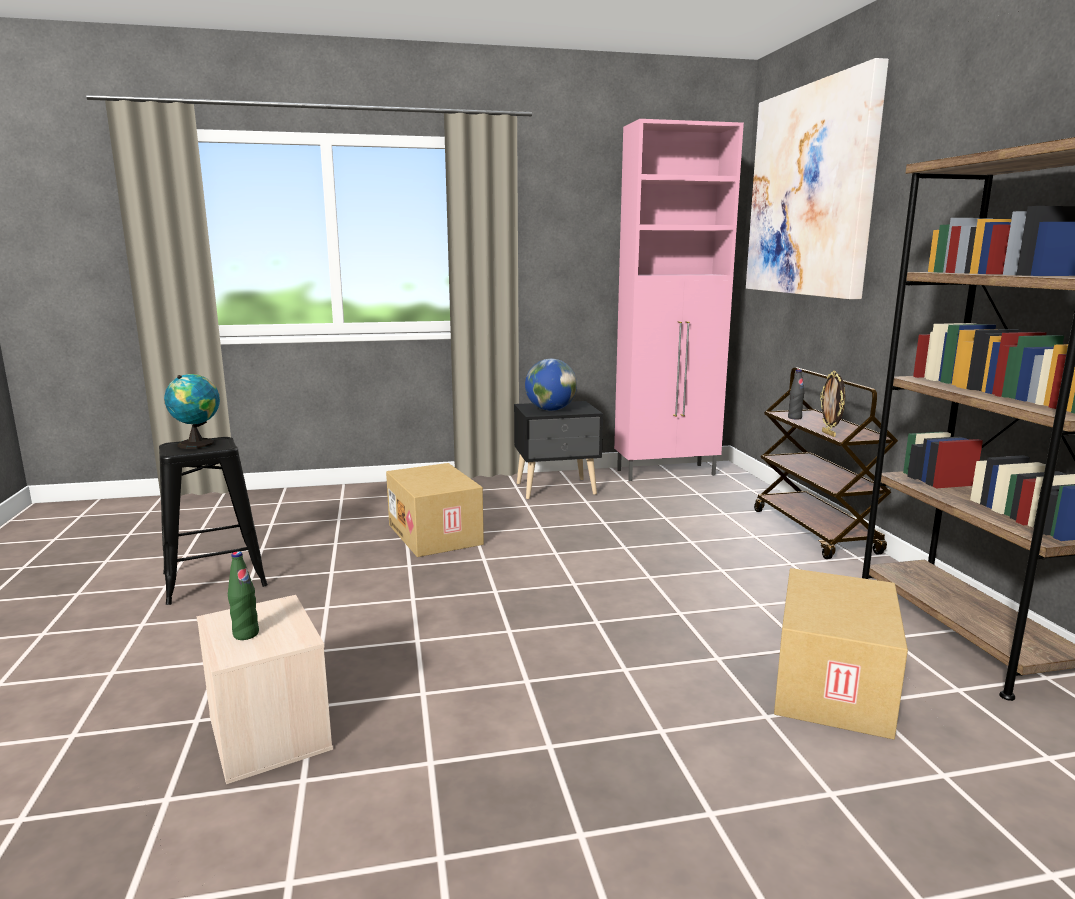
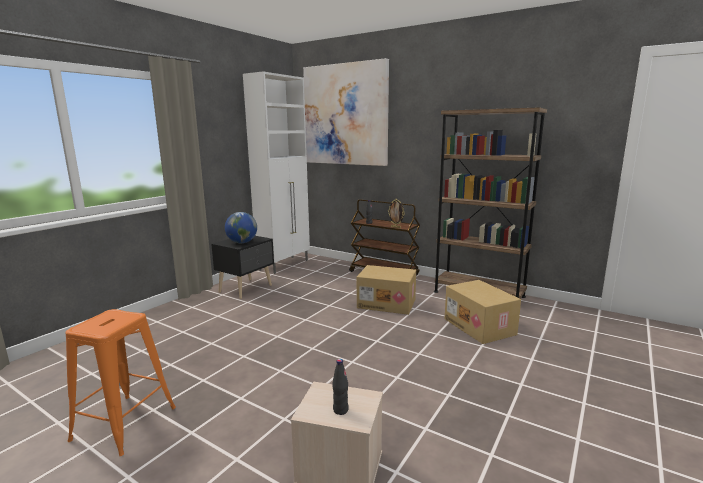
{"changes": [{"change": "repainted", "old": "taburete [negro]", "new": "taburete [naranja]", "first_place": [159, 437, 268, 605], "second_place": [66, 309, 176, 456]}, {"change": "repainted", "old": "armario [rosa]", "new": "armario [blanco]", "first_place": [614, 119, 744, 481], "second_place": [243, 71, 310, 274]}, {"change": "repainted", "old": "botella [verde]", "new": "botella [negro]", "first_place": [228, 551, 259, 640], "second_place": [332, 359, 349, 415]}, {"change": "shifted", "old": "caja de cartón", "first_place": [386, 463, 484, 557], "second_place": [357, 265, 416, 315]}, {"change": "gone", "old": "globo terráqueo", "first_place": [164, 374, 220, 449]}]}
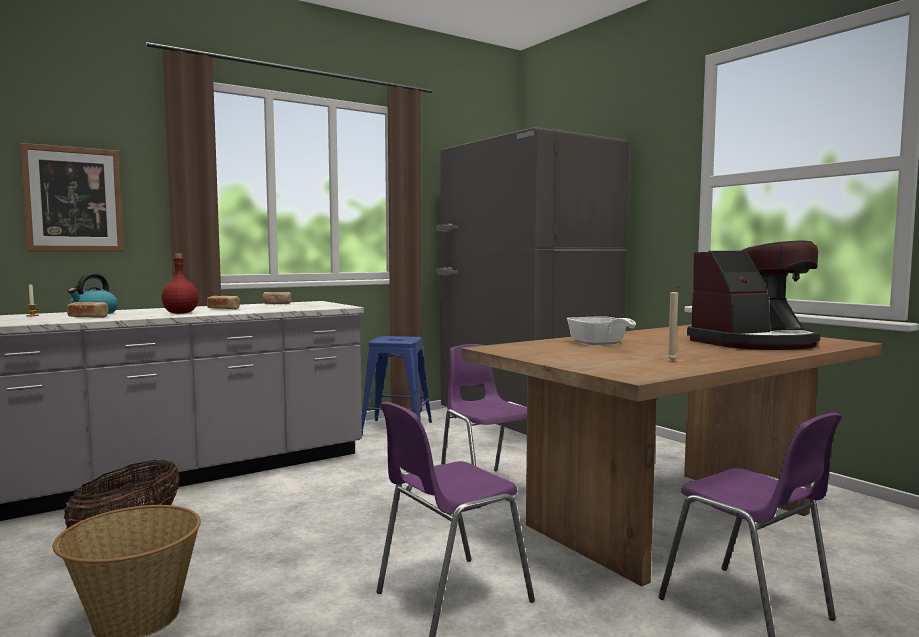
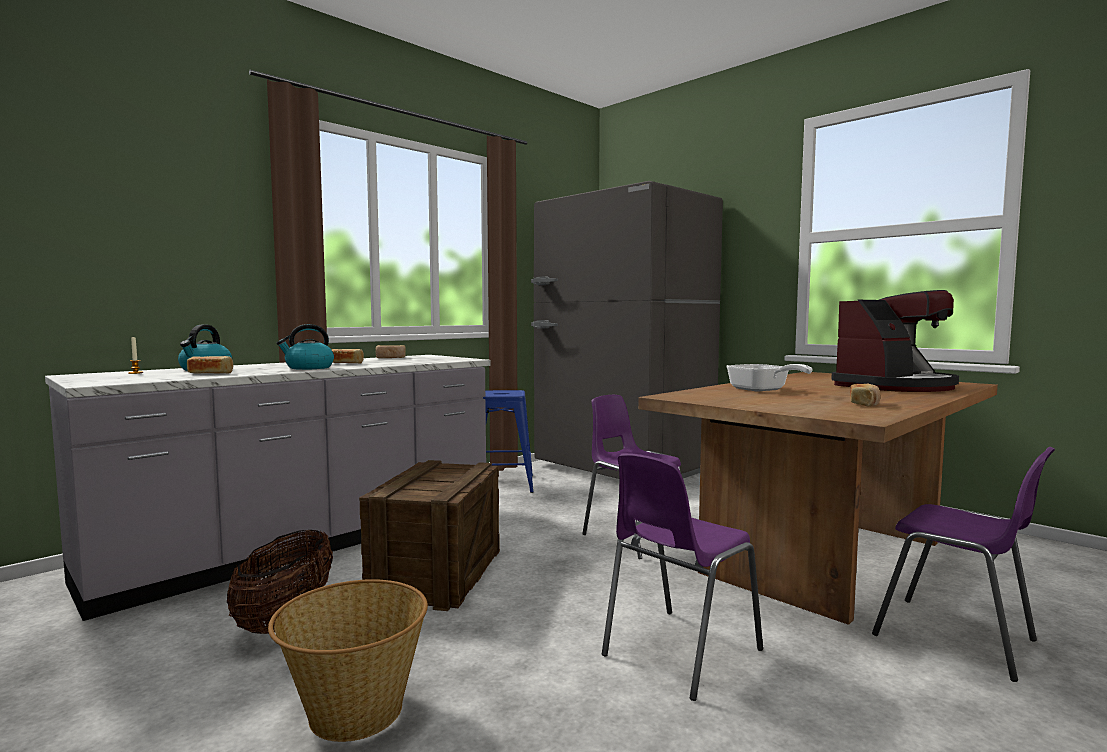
{"changes": [{"change": "swapped", "old": "botella [rojo]", "new": "hervidor", "first_place": [161, 253, 199, 314], "second_place": [277, 324, 334, 370]}, {"change": "new", "new": "caja de embalaje", "second_place": [359, 460, 500, 611]}, {"change": "swapped", "old": "vela [beis]", "new": "pan", "first_place": [667, 285, 683, 361], "second_place": [850, 384, 880, 407]}, {"change": "gone", "old": "cuadro", "first_place": [20, 143, 124, 251]}]}
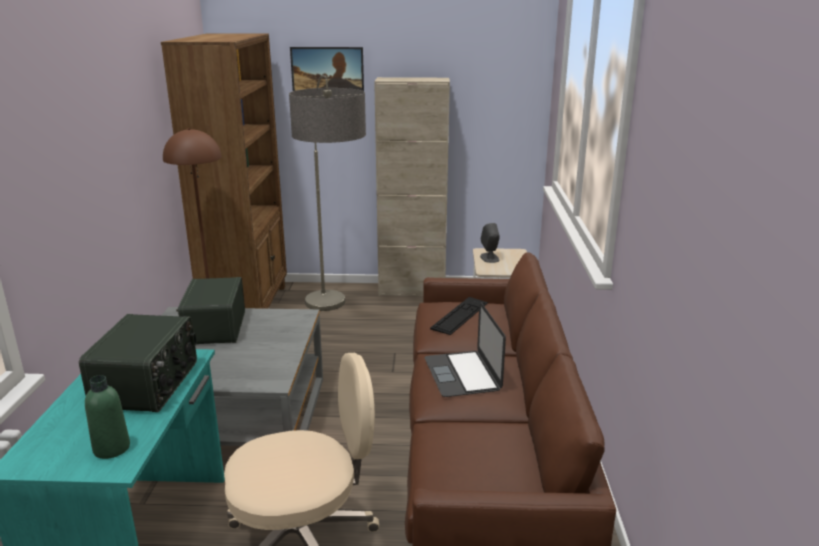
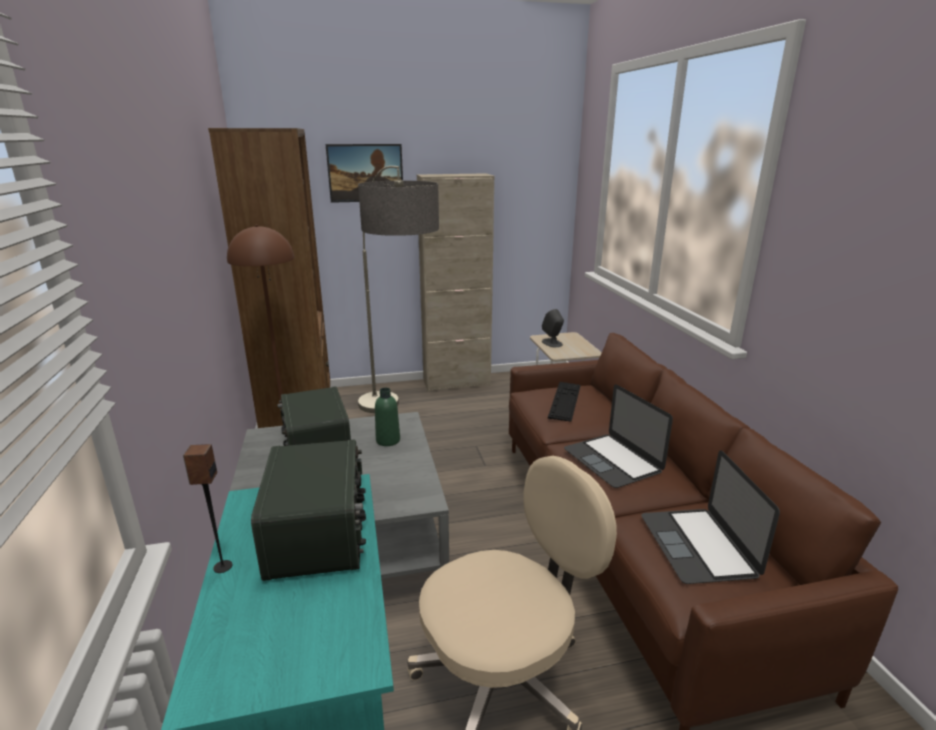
{"changes": [{"change": "new", "new": "altavoz", "second_place": [183, 444, 232, 573]}, {"change": "shifted", "old": "botella [verde]", "first_place": [85, 375, 130, 459], "second_place": [375, 388, 400, 446]}, {"change": "new", "new": "portátil", "second_place": [641, 450, 780, 584]}]}
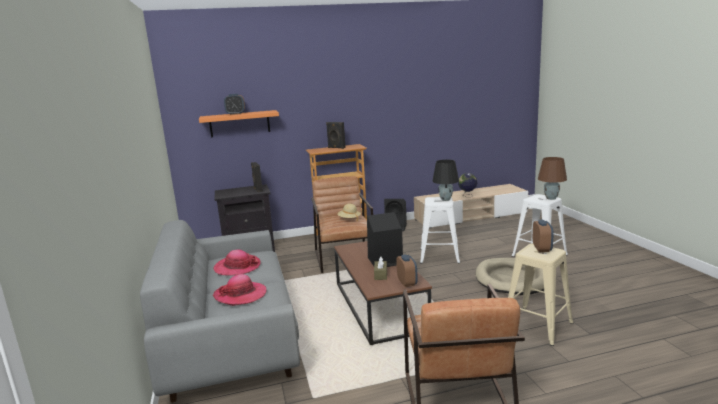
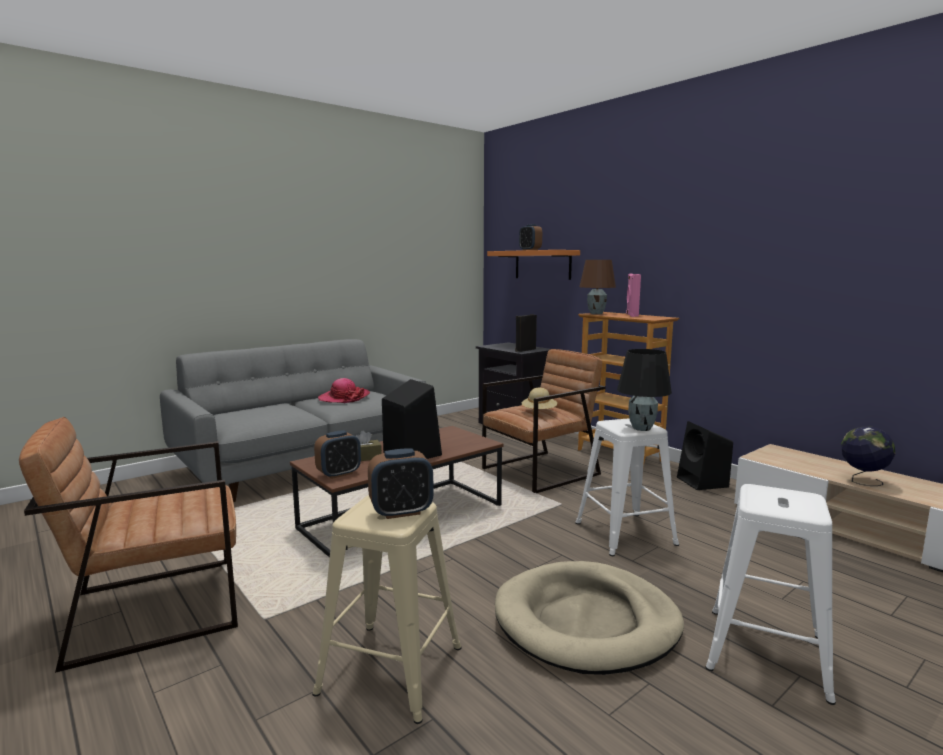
{"changes": [{"change": "shifted", "old": "lámpara de mesa [marrón]", "first_place": [538, 157, 567, 200], "second_place": [579, 260, 616, 314]}, {"change": "repainted", "old": "altavoz [negro]", "new": "altavoz [rosa]", "first_place": [326, 122, 346, 149], "second_place": [626, 274, 641, 317]}, {"change": "gone", "old": "sombrero", "first_place": [213, 274, 267, 306]}]}
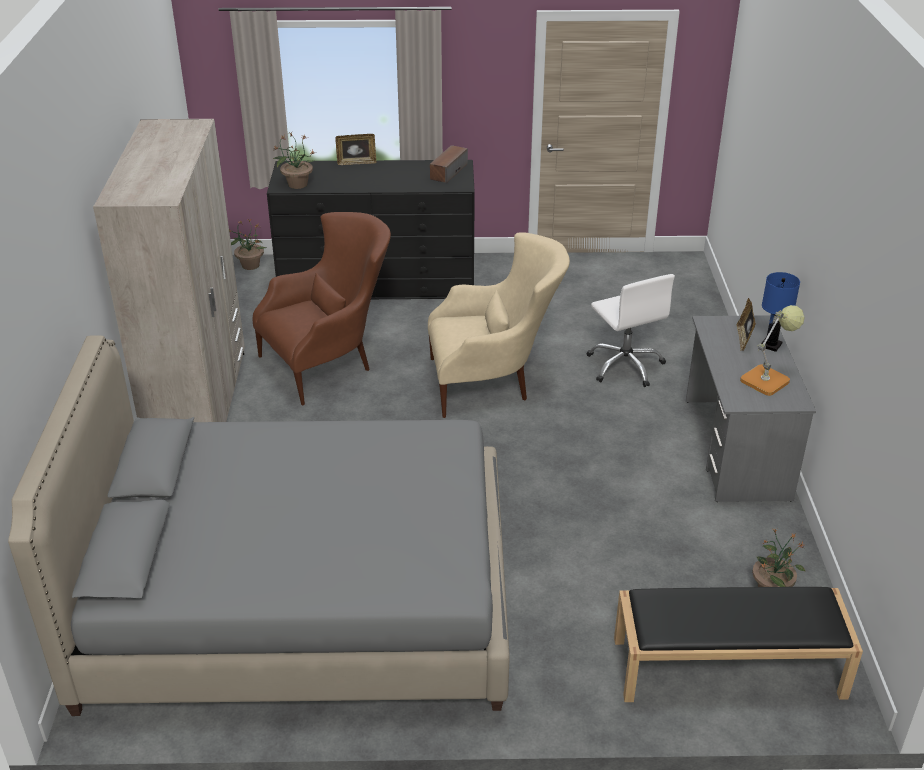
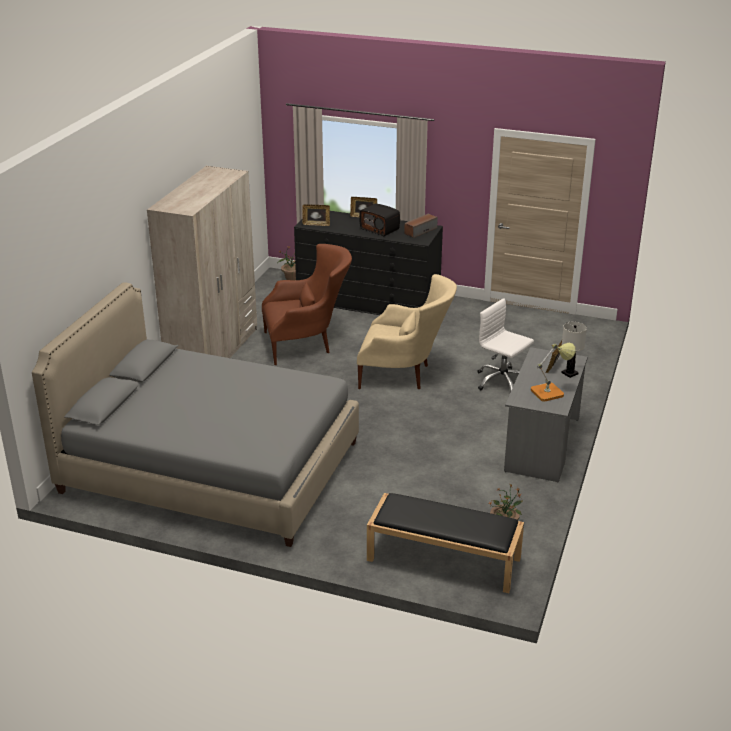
{"changes": [{"change": "swapped", "old": "planta en maceta", "new": "portarretratos", "first_place": [273, 132, 317, 189], "second_place": [302, 205, 330, 226]}, {"change": "new", "new": "radio", "second_place": [359, 203, 400, 237]}, {"change": "rotated", "old": "silla de oficina [blanco]", "first_place": [586, 274, 675, 387], "second_place": [477, 298, 534, 393], "degrees": 135}, {"change": "repainted", "old": "lámpara de mesa [azul]", "new": "lámpara de mesa [blanco]", "first_place": [761, 272, 800, 352], "second_place": [562, 322, 587, 378]}]}
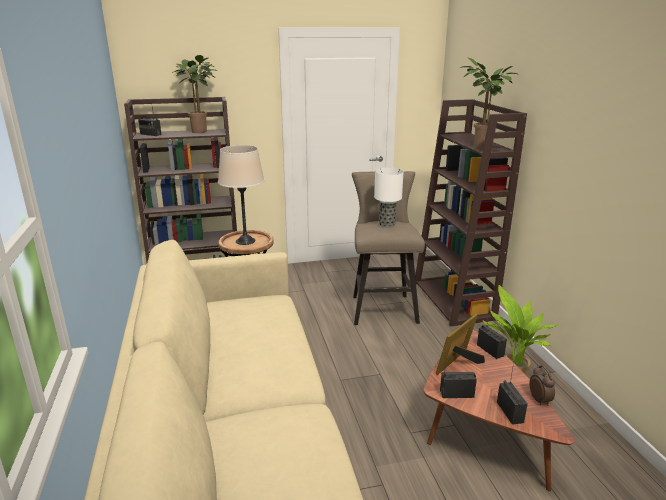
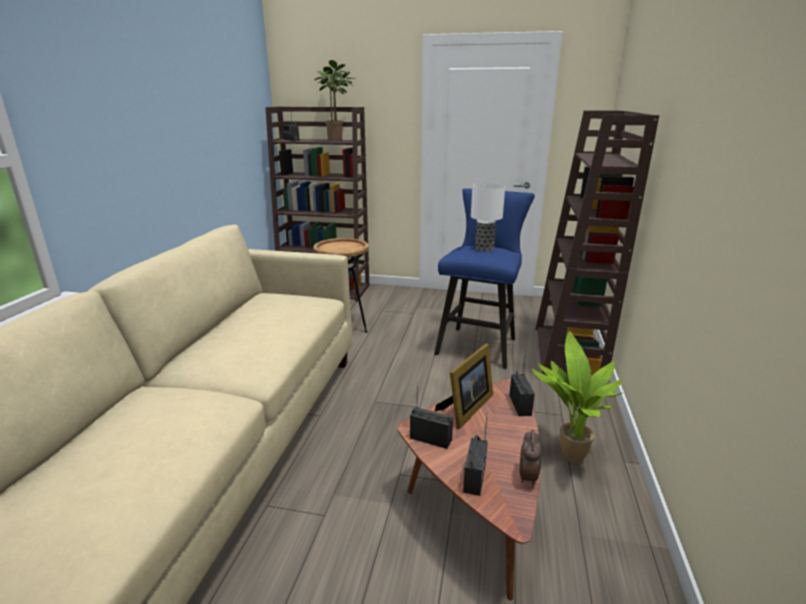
{"changes": [{"change": "repainted", "old": "taburete [beis]", "new": "taburete [azul]", "first_place": [352, 171, 425, 325], "second_place": [434, 188, 535, 369]}, {"change": "rotated", "old": "portarretratos", "first_place": [436, 313, 485, 375], "second_place": [435, 343, 493, 429], "degrees": 150}, {"change": "gone", "old": "lámpara de mesa [beis]", "first_place": [218, 145, 265, 245]}, {"change": "gone", "old": "planta en maceta", "first_place": [459, 57, 517, 148]}]}
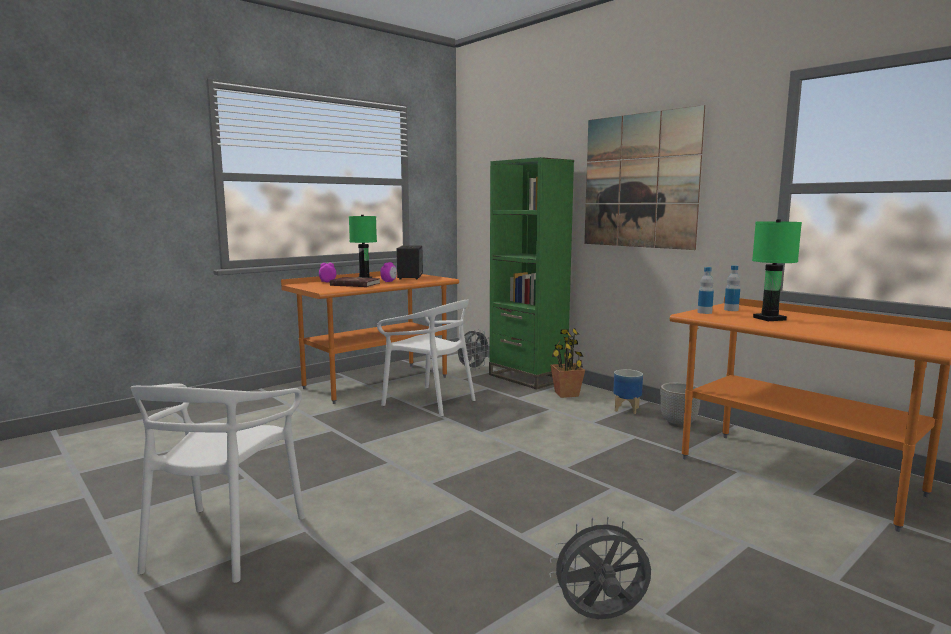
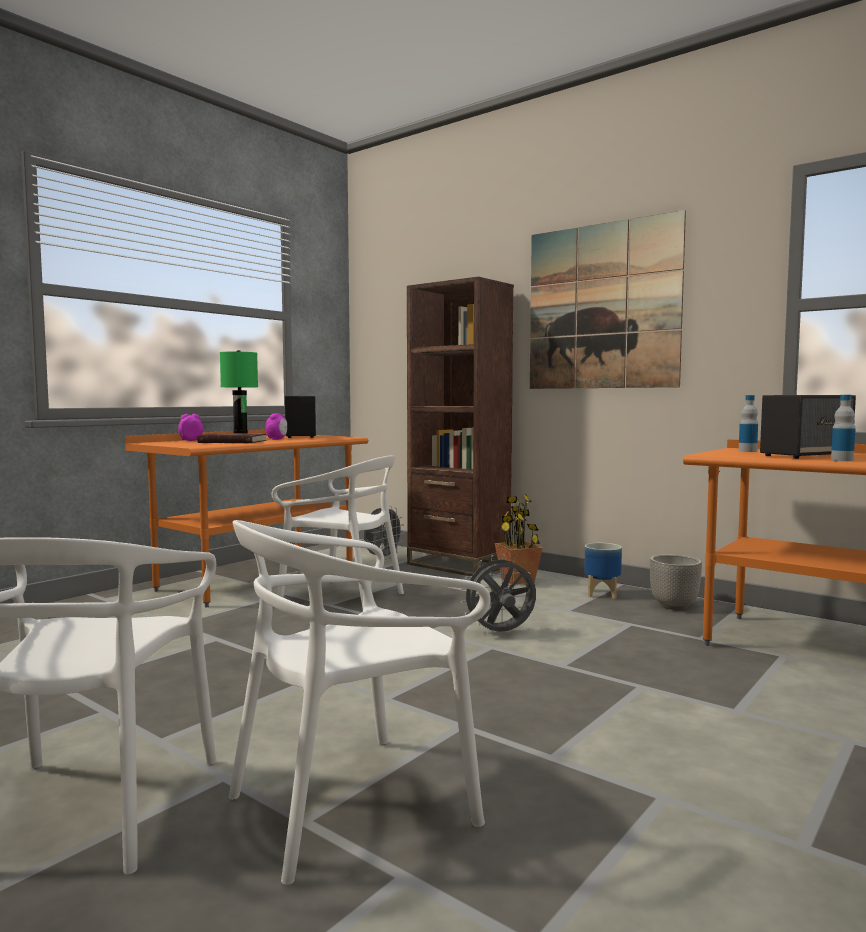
{"changes": [{"change": "new", "new": "silla [blanco]", "second_place": [229, 520, 491, 885]}, {"change": "repainted", "old": "estantería [verde]", "new": "estantería [marrón]", "first_place": [489, 157, 574, 390], "second_place": [407, 277, 514, 576]}, {"change": "shifted", "old": "ventilador [gris]", "first_place": [549, 517, 651, 619], "second_place": [461, 554, 536, 632]}, {"change": "swapped", "old": "lámpara de mesa [verde]", "new": "altavoz", "first_place": [752, 220, 802, 321], "second_place": [760, 395, 856, 459]}, {"change": "shifted", "old": "botella", "first_place": [698, 267, 714, 314], "second_place": [831, 395, 856, 461]}]}
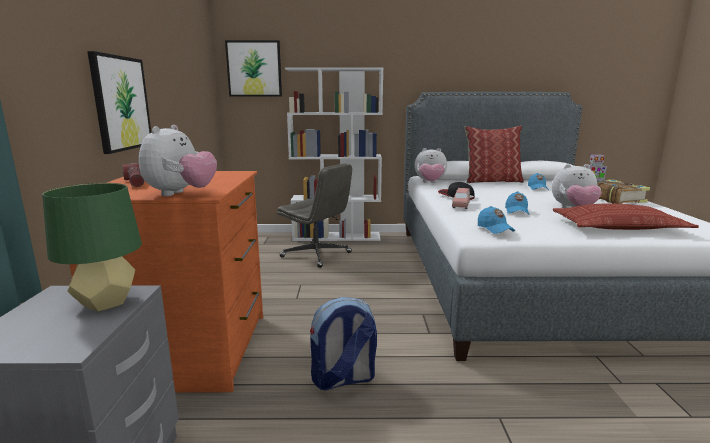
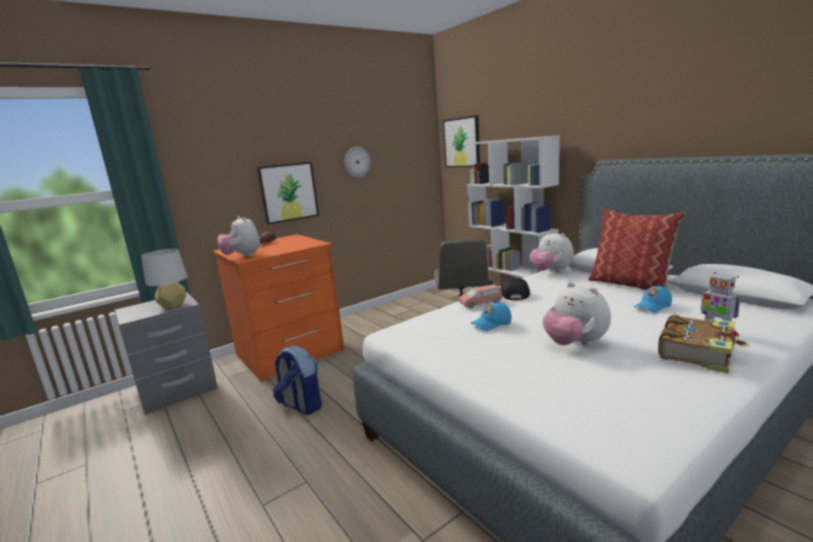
{"changes": [{"change": "repainted", "old": "lámpara de mesa [verde]", "new": "lámpara de mesa [gris]", "first_place": [42, 183, 142, 311], "second_place": [142, 249, 188, 308]}, {"change": "rotated", "old": "peluche", "first_place": [139, 125, 217, 196], "second_place": [217, 216, 260, 257], "degrees": 75}, {"change": "new", "new": "reloj de pared", "second_place": [345, 147, 371, 178]}, {"change": "gone", "old": "gorra [azul]", "first_place": [478, 206, 515, 234]}, {"change": "gone", "old": "cojín", "first_place": [553, 203, 699, 230]}]}
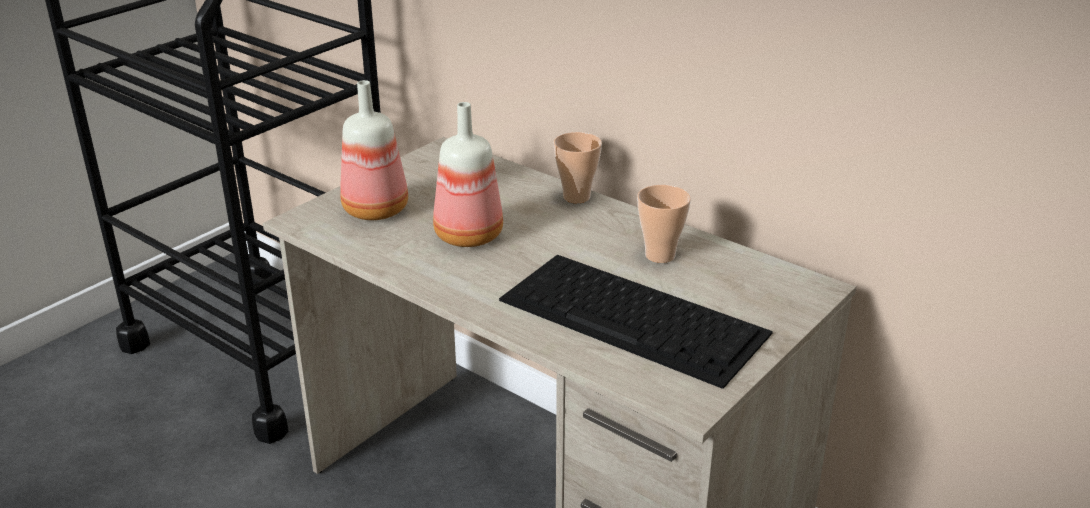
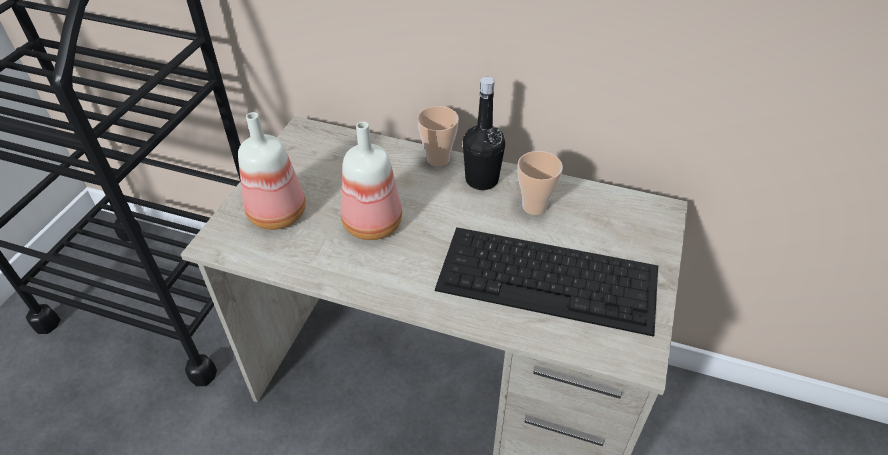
{"changes": [{"change": "new", "new": "botella [negro]", "second_place": [463, 77, 505, 190]}]}
